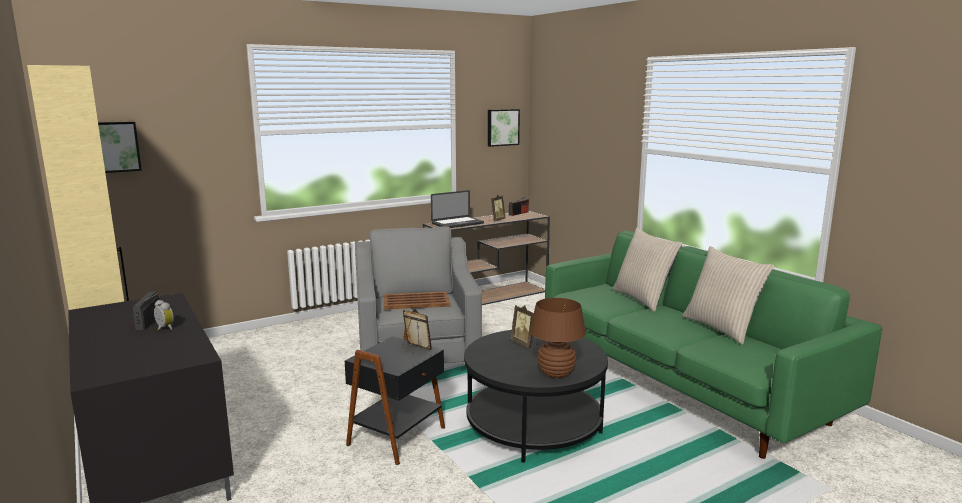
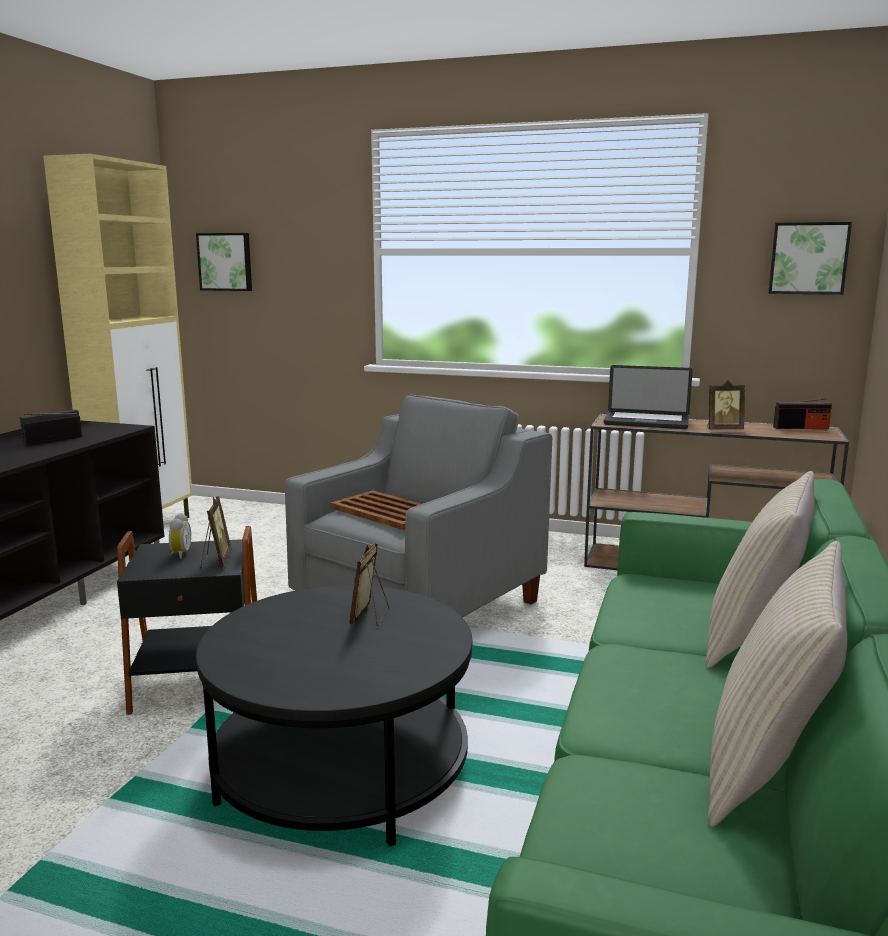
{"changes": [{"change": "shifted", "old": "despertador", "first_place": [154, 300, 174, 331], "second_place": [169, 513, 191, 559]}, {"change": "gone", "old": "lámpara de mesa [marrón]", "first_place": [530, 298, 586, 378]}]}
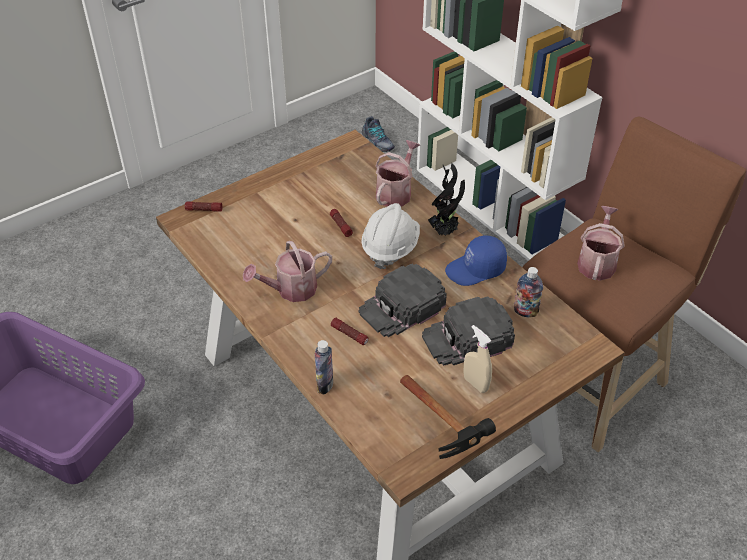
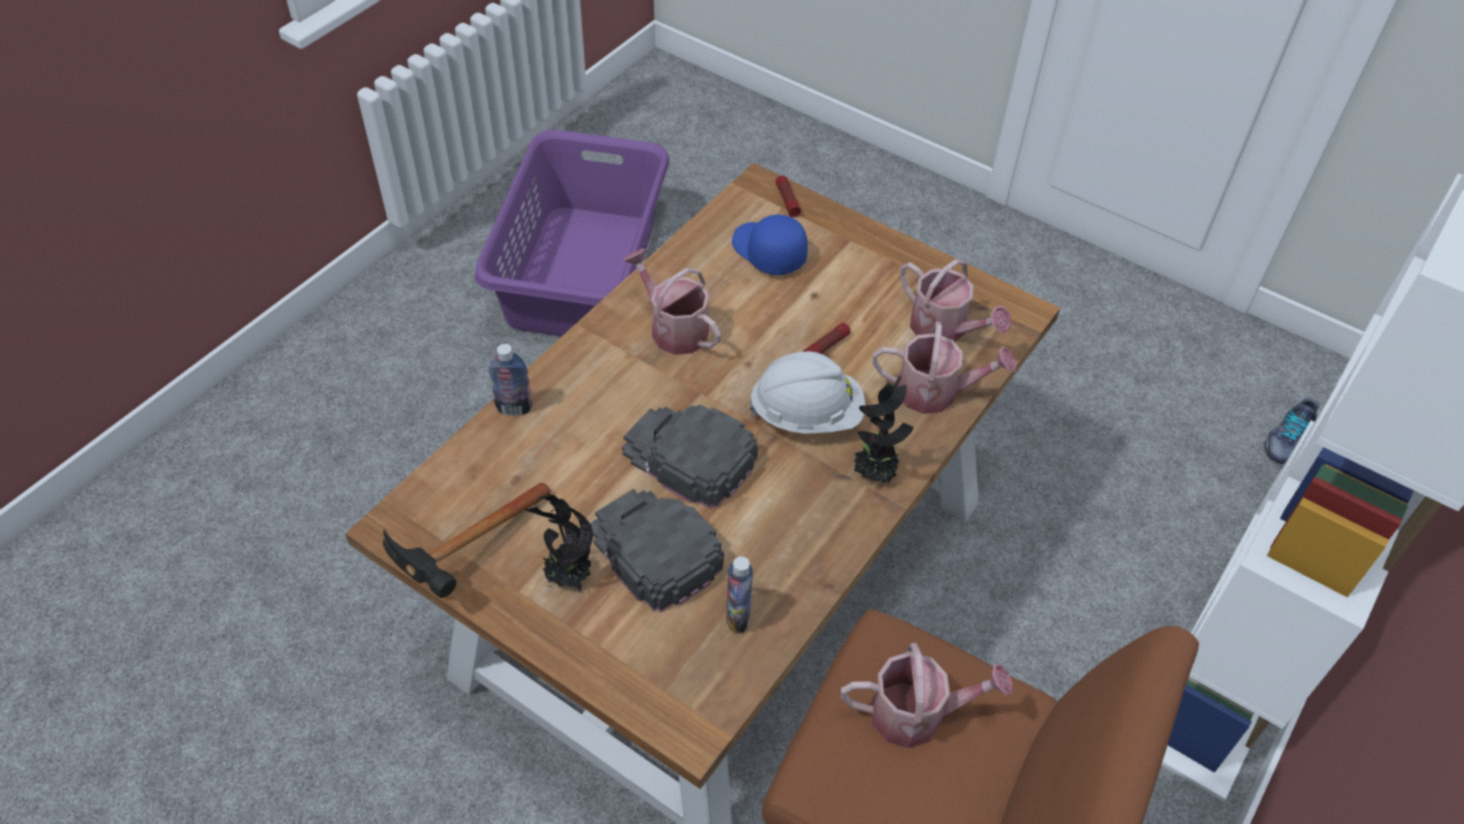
{"changes": [{"change": "swapped", "old": "pulverizador [beis]", "new": "planta en maceta", "first_place": [464, 325, 492, 393], "second_place": [525, 494, 593, 592]}, {"change": "shifted", "old": "gorra [azul]", "first_place": [445, 235, 507, 286], "second_place": [732, 214, 808, 276]}, {"change": "new", "new": "regadera", "second_place": [900, 259, 1012, 342]}, {"change": "gone", "old": "linterna", "first_place": [331, 318, 369, 345]}]}
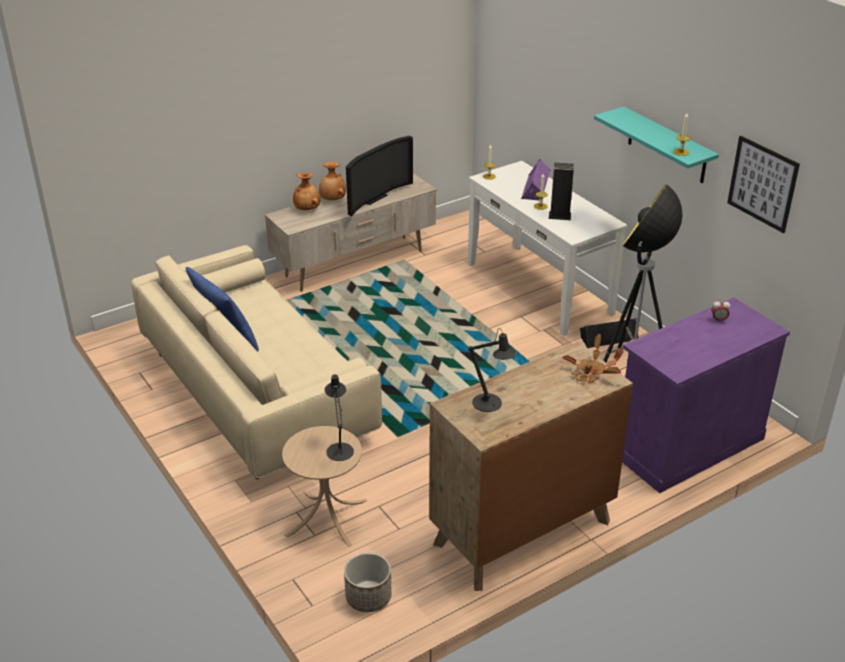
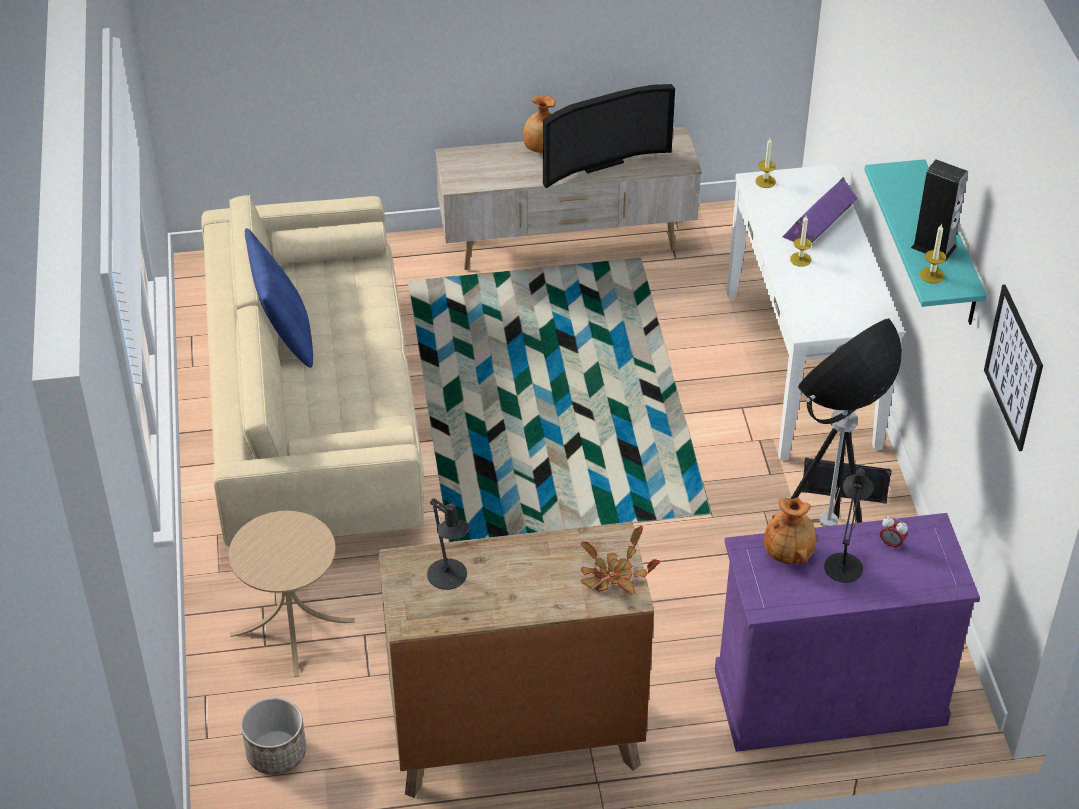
{"changes": [{"change": "shifted", "old": "florero [marrón]", "first_place": [293, 172, 320, 210], "second_place": [764, 497, 817, 564]}, {"change": "shifted", "old": "lámpara de mesa [negro]", "first_place": [325, 374, 354, 461], "second_place": [824, 468, 873, 583]}, {"change": "shifted", "old": "altavoz", "first_place": [549, 163, 574, 220], "second_place": [911, 160, 968, 261]}]}
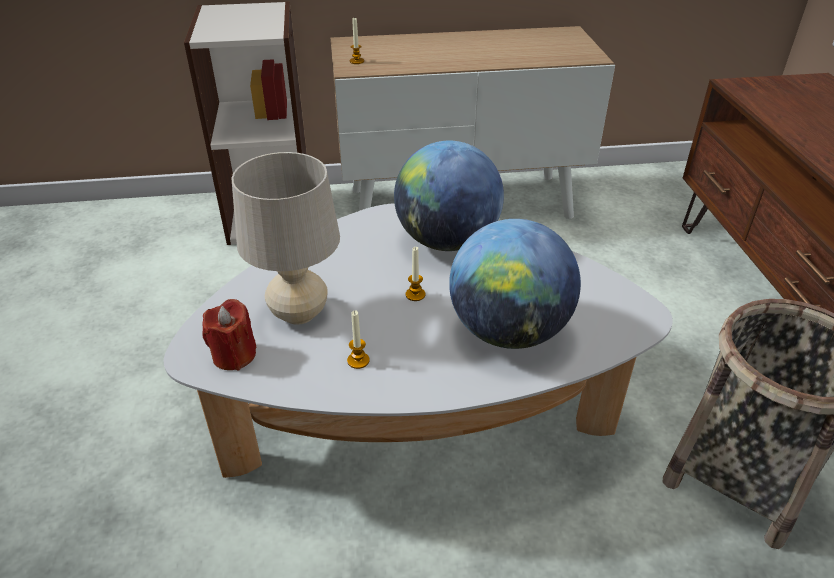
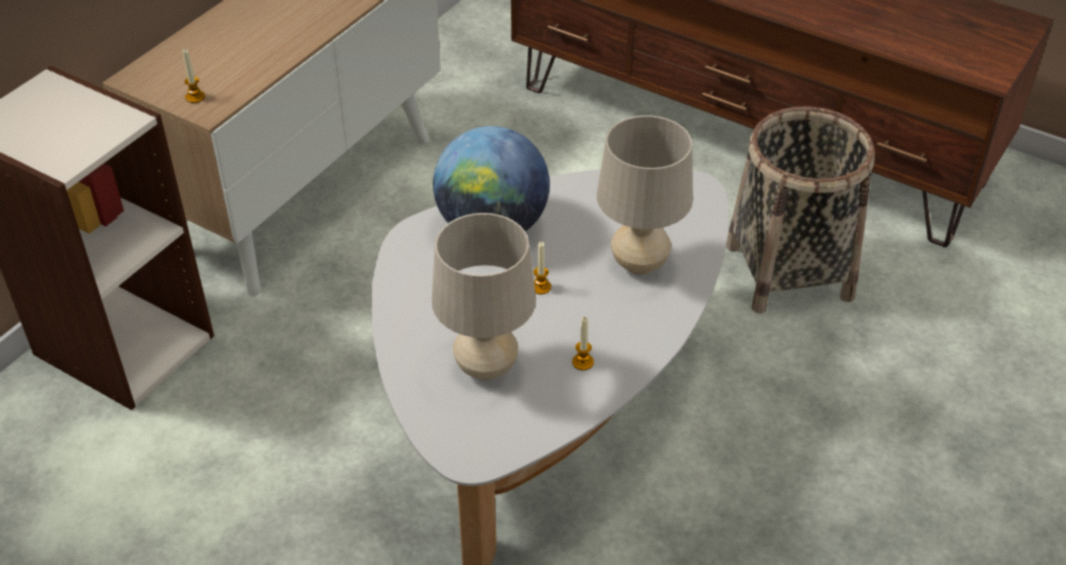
{"changes": [{"change": "swapped", "old": "globo terráqueo", "new": "lámpara de mesa [beis]", "first_place": [449, 219, 581, 349], "second_place": [597, 116, 693, 275]}, {"change": "gone", "old": "vela [rojo]", "first_place": [202, 299, 257, 371]}]}
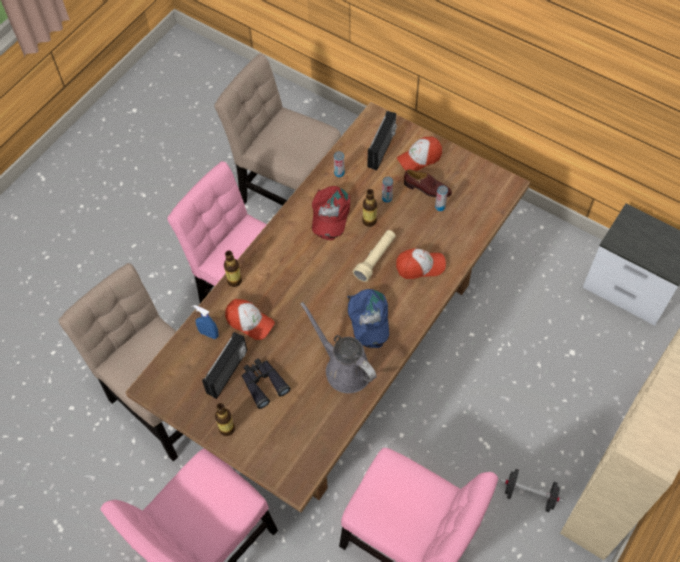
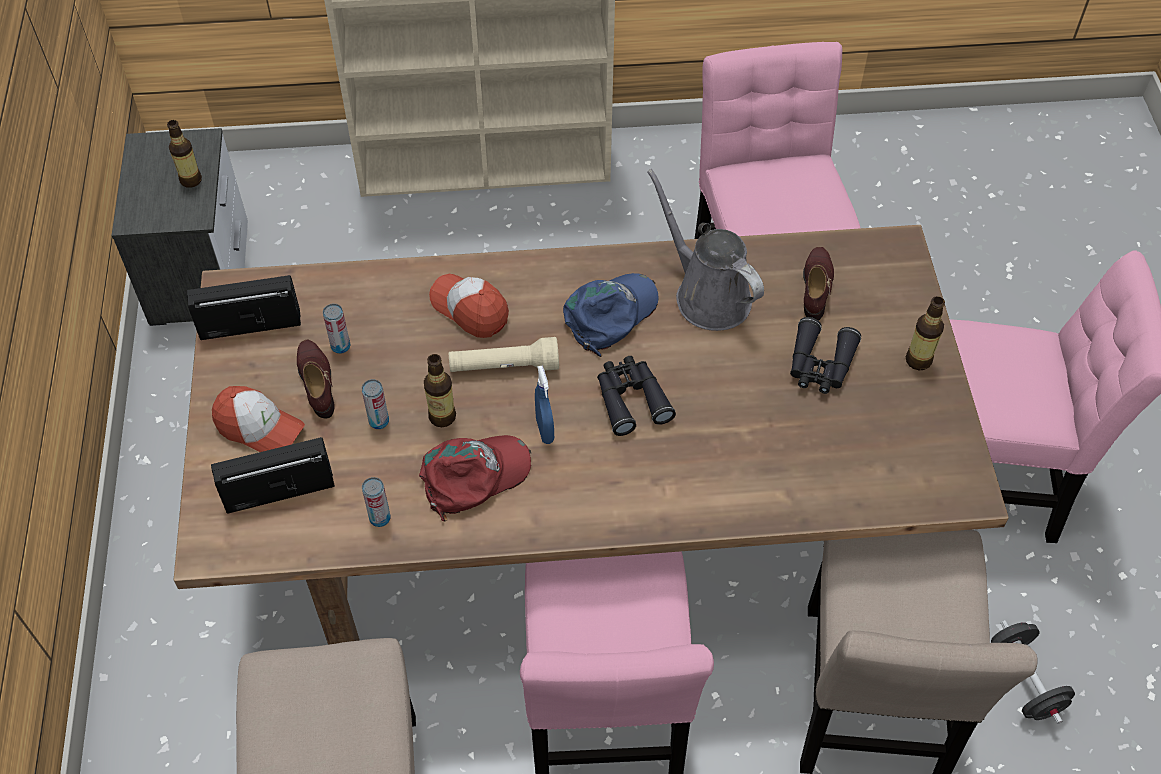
{"changes": [{"change": "shifted", "old": "botella", "first_place": [224, 250, 242, 287], "second_place": [167, 120, 202, 188]}, {"change": "shifted", "old": "radio", "first_place": [202, 332, 247, 399], "second_place": [187, 275, 301, 340]}, {"change": "shifted", "old": "pulverizador [azul]", "first_place": [193, 305, 219, 339], "second_place": [535, 365, 554, 444]}, {"change": "new", "new": "prismáticos [negro]", "second_place": [597, 356, 676, 436]}, {"change": "rotated", "old": "regadera [gris]", "first_place": [301, 302, 377, 393], "second_place": [647, 169, 764, 331], "degrees": 135}, {"change": "new", "new": "zapato [marrón]", "second_place": [803, 247, 834, 321]}, {"change": "shifted", "old": "mancuerna [negro]", "first_place": [500, 469, 564, 512], "second_place": [991, 620, 1075, 724]}, {"change": "gone", "old": "gorra", "first_place": [225, 299, 275, 340]}]}
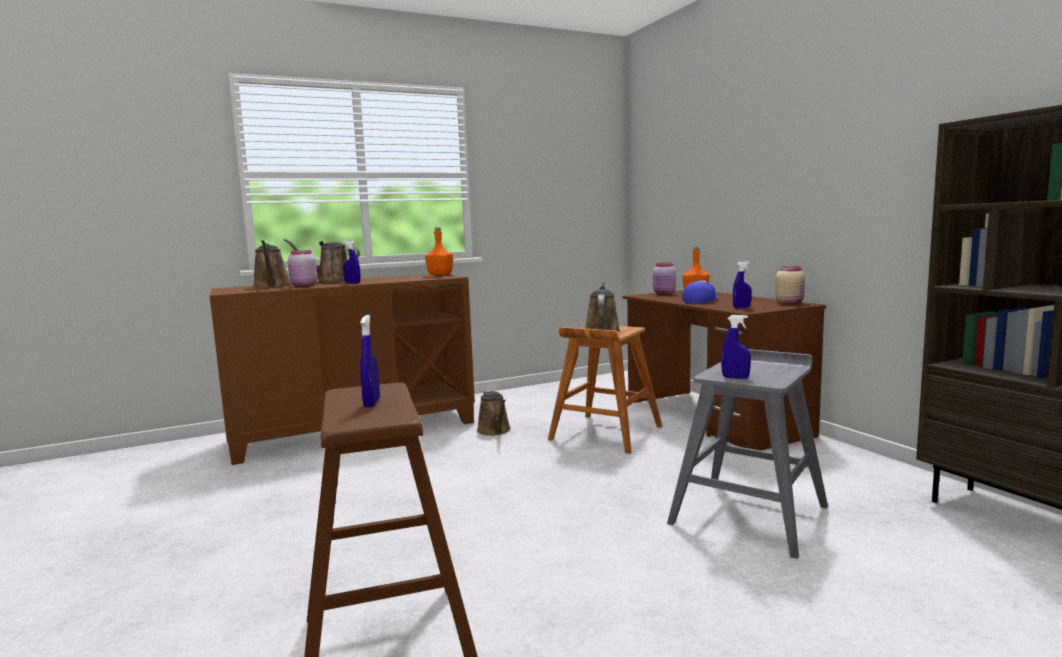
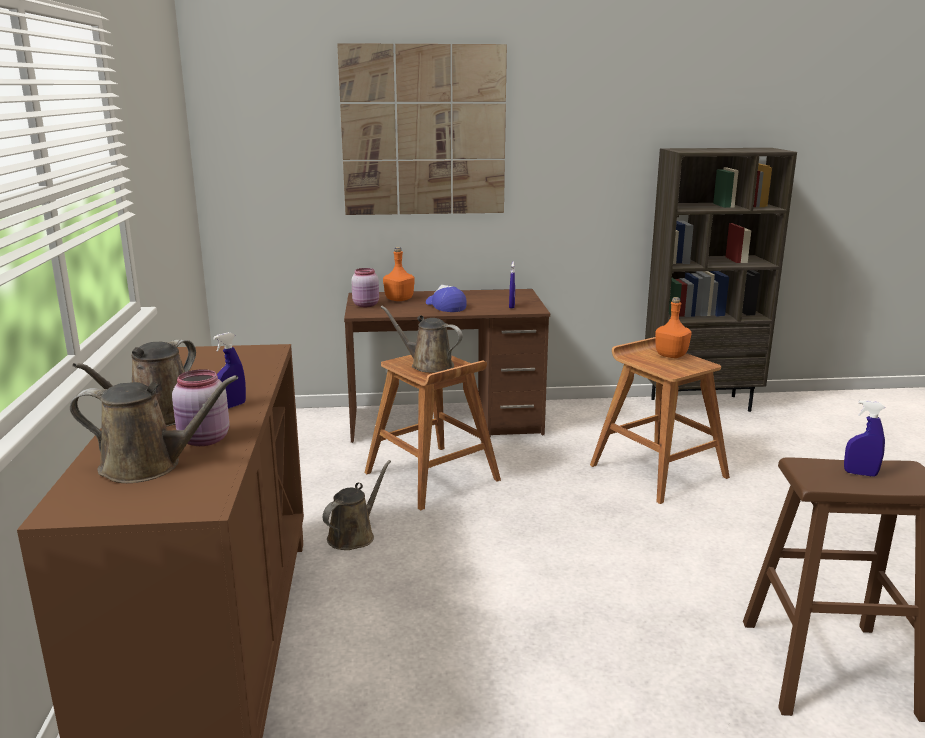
{"changes": [{"change": "rotated", "old": "regadera [marrón]", "first_place": [477, 390, 511, 436], "second_place": [323, 460, 391, 550], "degrees": -60}, {"change": "new", "new": "cuadro", "second_place": [337, 43, 507, 215]}, {"change": "repainted", "old": "taburete [gris]", "new": "taburete [marrón]", "first_place": [667, 349, 828, 559], "second_place": [590, 337, 730, 504]}, {"change": "shifted", "old": "botella [naranja]", "first_place": [425, 227, 453, 276], "second_place": [655, 297, 692, 358]}, {"change": "gone", "old": "pulverizador [azul]", "first_place": [721, 315, 751, 379]}, {"change": "gone", "old": "tarro [beis]", "first_place": [775, 266, 805, 304]}]}
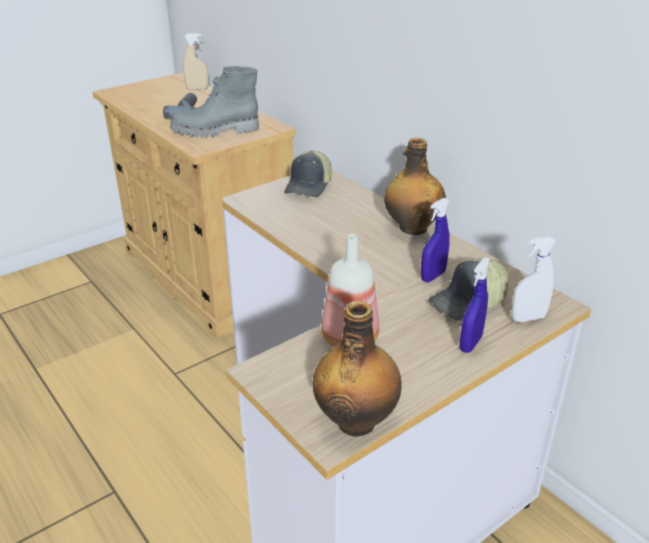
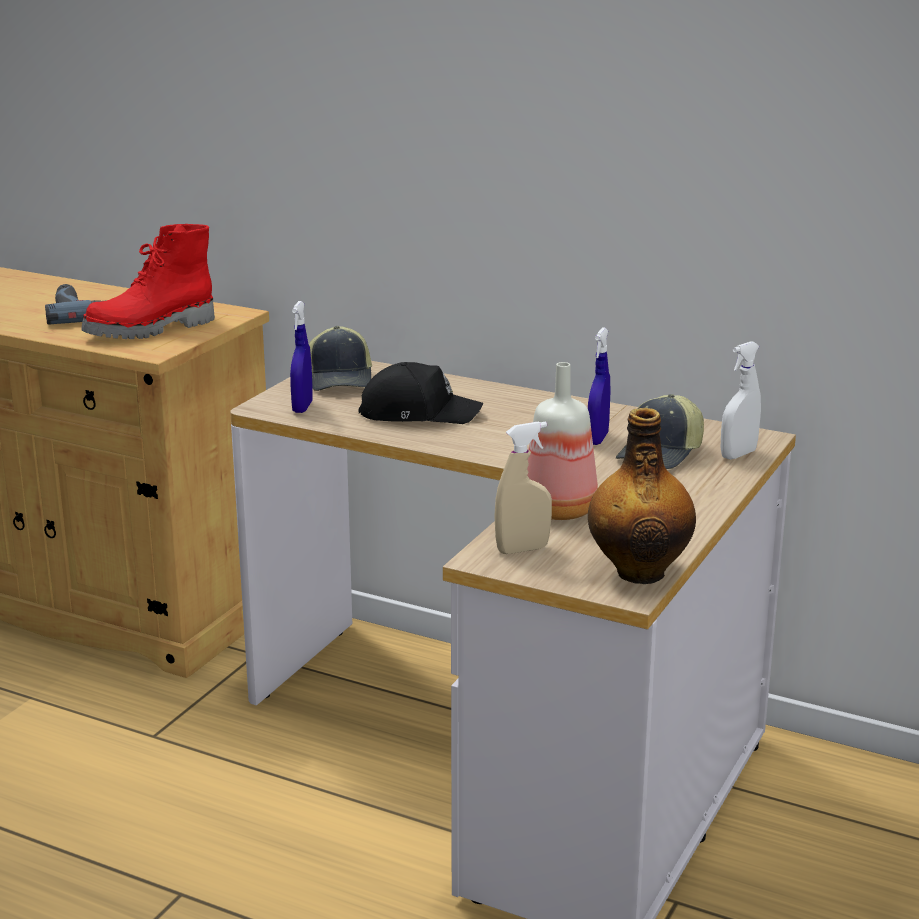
{"changes": [{"change": "repainted", "old": "bota [gris]", "new": "bota [rojo]", "first_place": [170, 66, 259, 138], "second_place": [81, 224, 215, 339]}, {"change": "shifted", "old": "pulverizador [azul]", "first_place": [460, 257, 490, 353], "second_place": [290, 301, 313, 413]}, {"change": "new", "new": "gorra [negro]", "second_place": [358, 362, 483, 424]}, {"change": "shifted", "old": "pulverizador [beis]", "first_place": [183, 33, 209, 90], "second_place": [494, 421, 552, 554]}, {"change": "gone", "old": "botella", "first_place": [384, 138, 446, 235]}]}
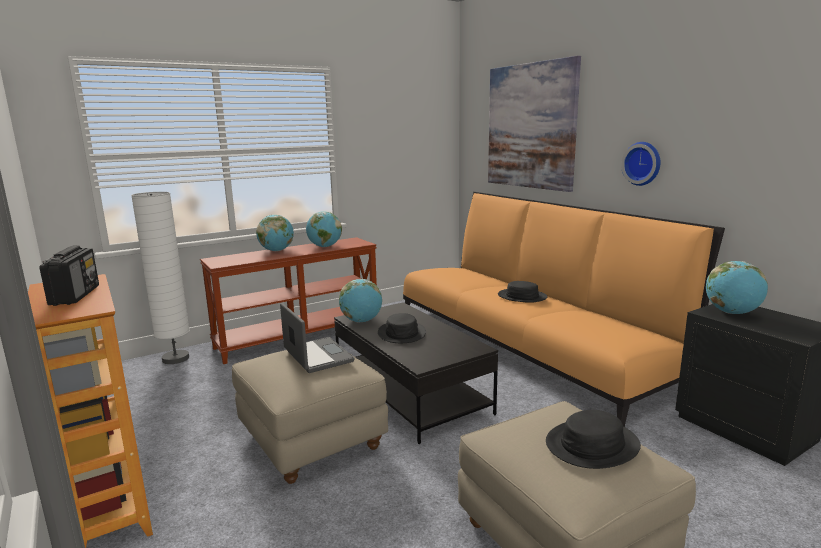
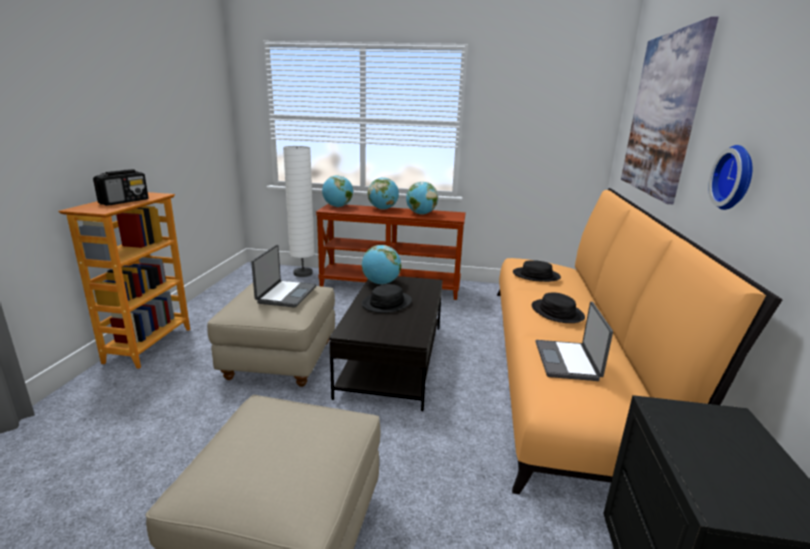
{"changes": [{"change": "shifted", "old": "globo terráqueo", "first_place": [706, 261, 768, 314], "second_place": [322, 176, 353, 207]}, {"change": "shifted", "old": "sombrero [negro]", "first_place": [546, 410, 641, 469], "second_place": [513, 260, 561, 282]}, {"change": "new", "new": "portátil", "second_place": [535, 302, 613, 381]}]}
